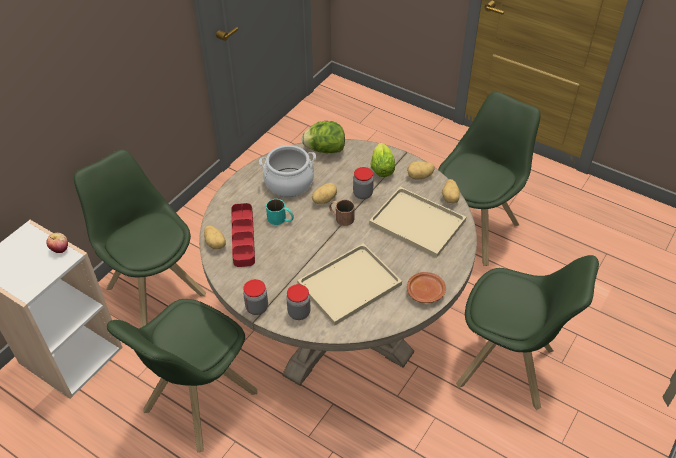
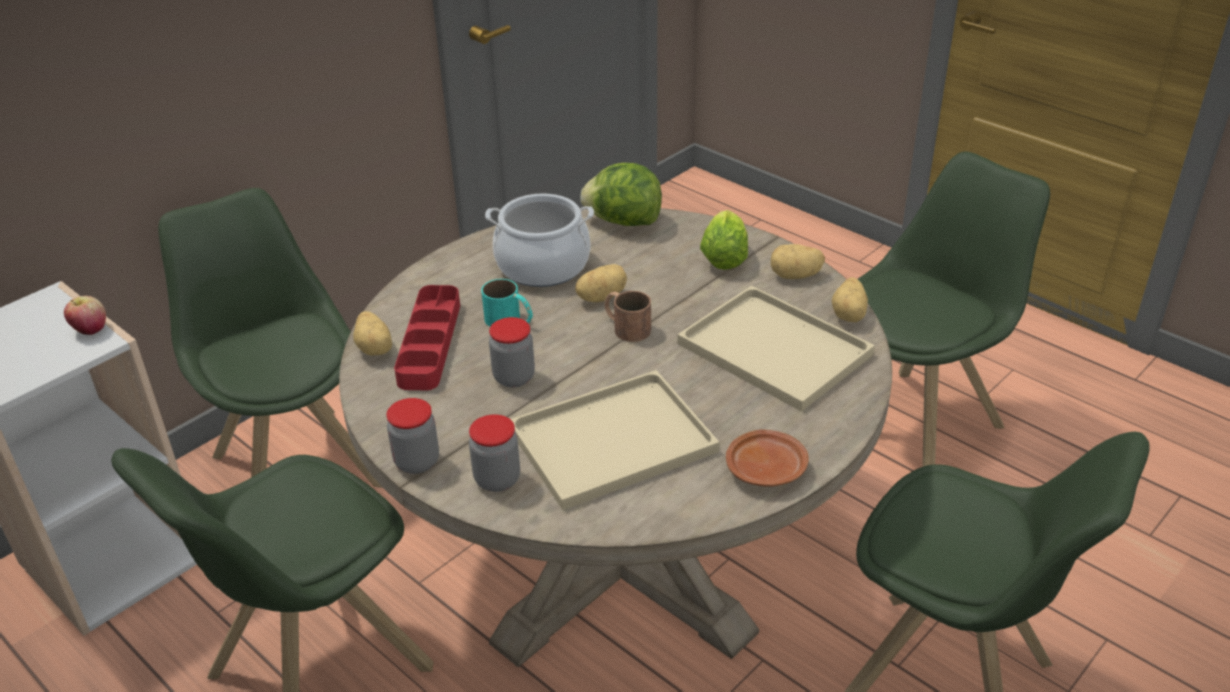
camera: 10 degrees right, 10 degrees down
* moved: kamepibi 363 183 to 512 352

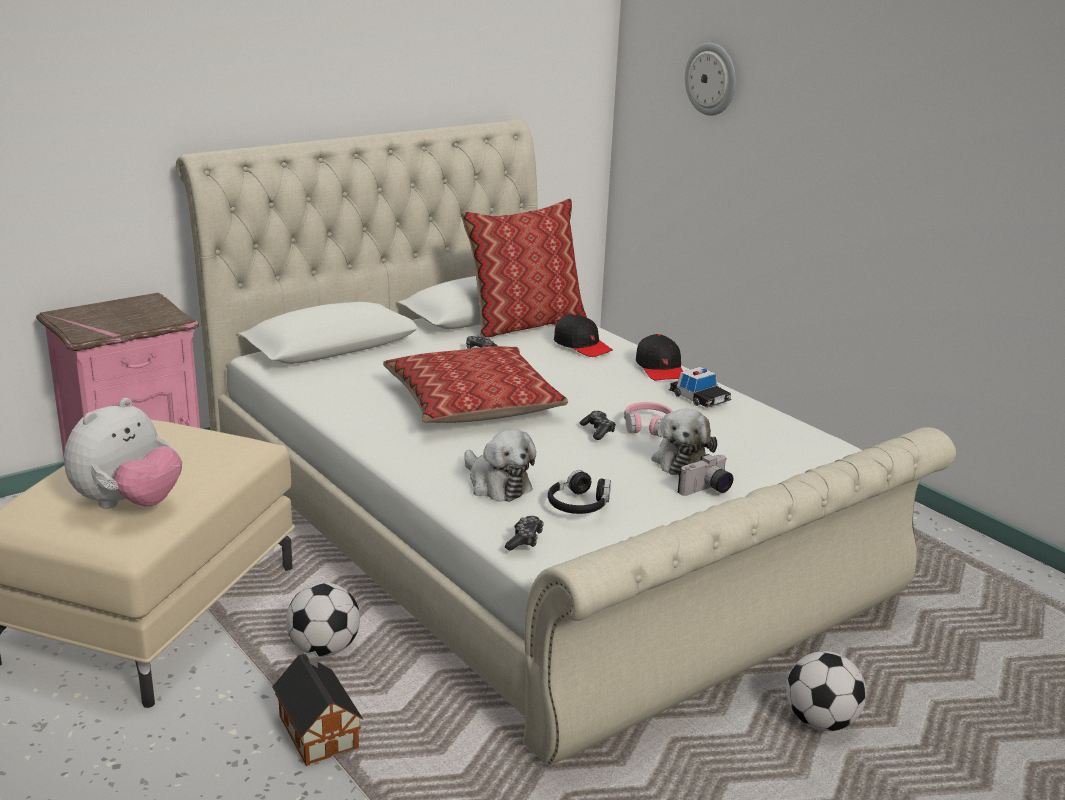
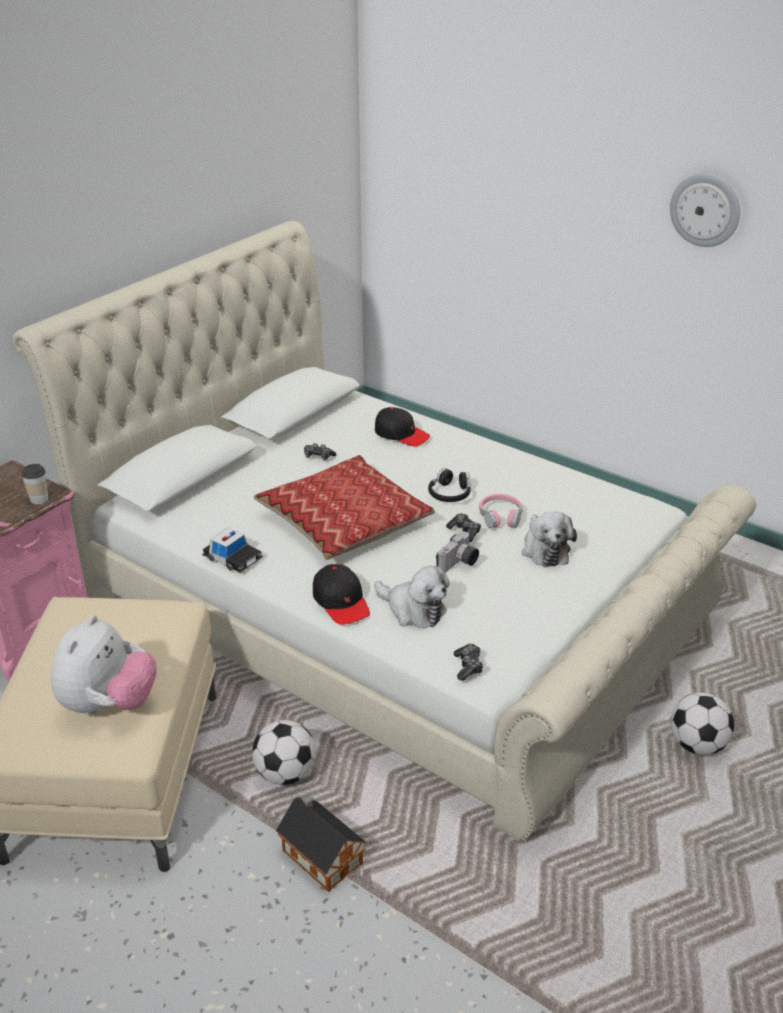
camera: 15 degrees left, 10 degrees up
* added: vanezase 35 484
* moved: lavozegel 700 387 to 232 550
* moved: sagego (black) 659 357 to 341 594
* moved: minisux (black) 579 492 to 449 485
* moved: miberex 705 475 to 457 552
* moved: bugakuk 710 79 to 705 210
* removed: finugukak 524 268

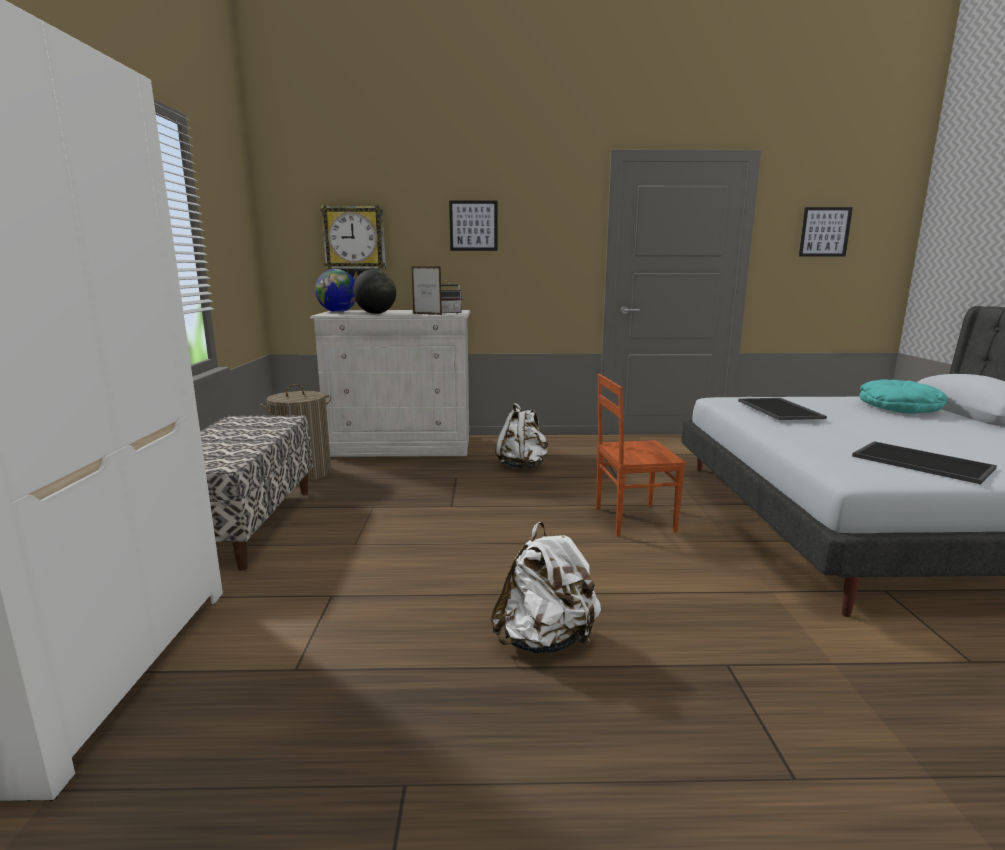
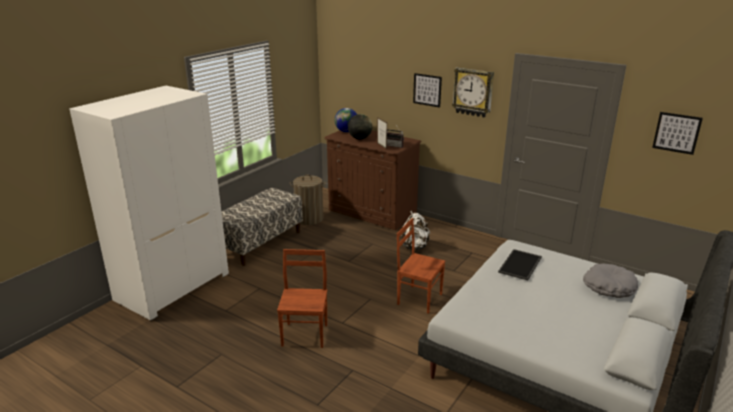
camera: 35 degrees right, 10 degrees up
* replaced: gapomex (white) 546 588 to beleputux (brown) 302 298
* recoloured: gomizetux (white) 390 383 to gomizetux (brown) 372 180
* moved: bugakuk 353 241 to 473 92
* recoloured: finugukak (turquoise) 903 396 to finugukak (grey) 610 281
* removed: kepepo 924 462

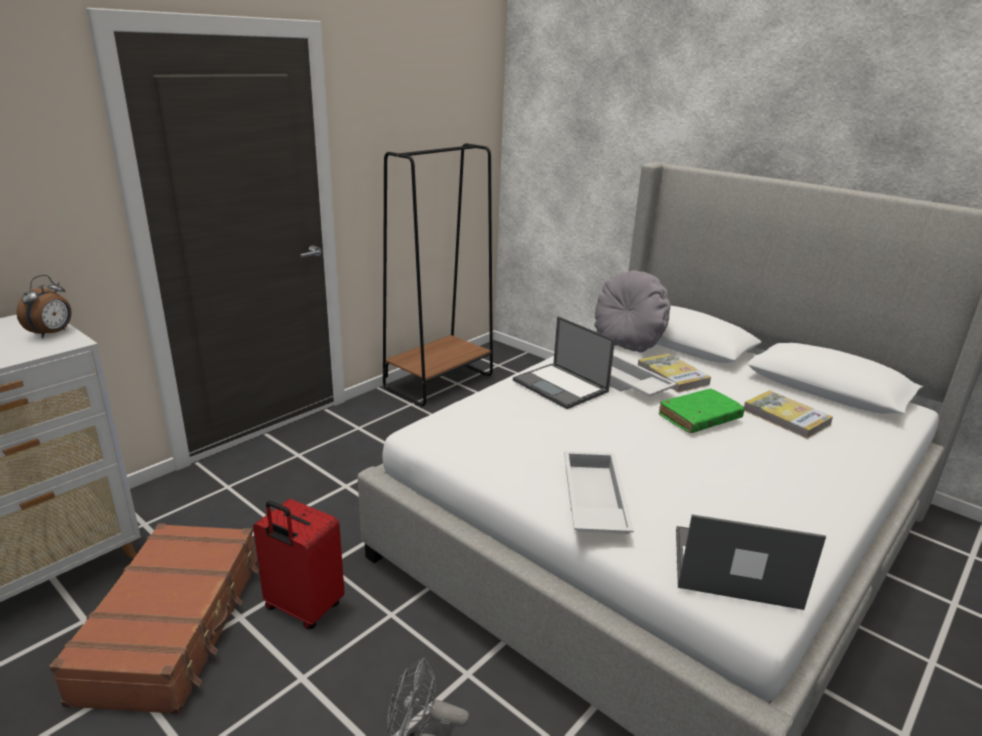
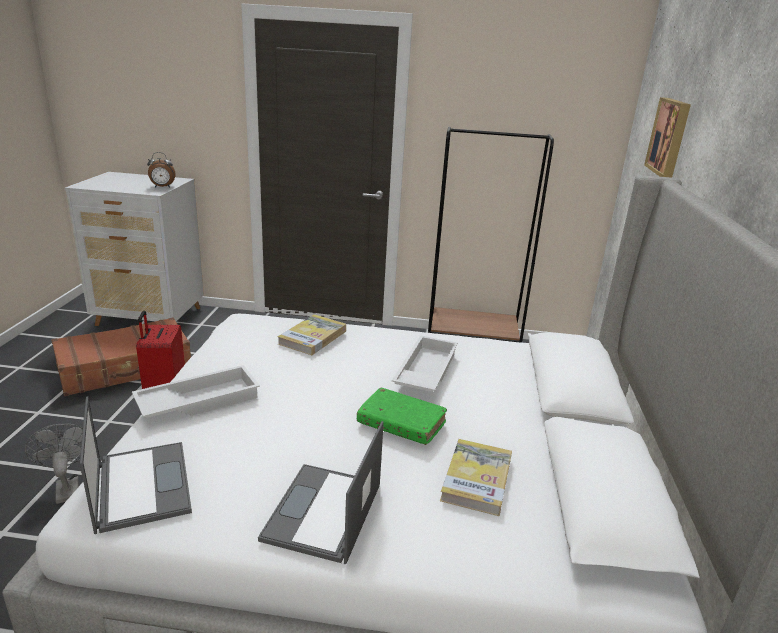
camera: 55 degrees right, 0 degrees up
* moved: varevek 564 362 to 321 492
* moved: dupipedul 674 373 to 311 334
* added: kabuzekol 667 137
* removed: finugukak (grey) 632 311

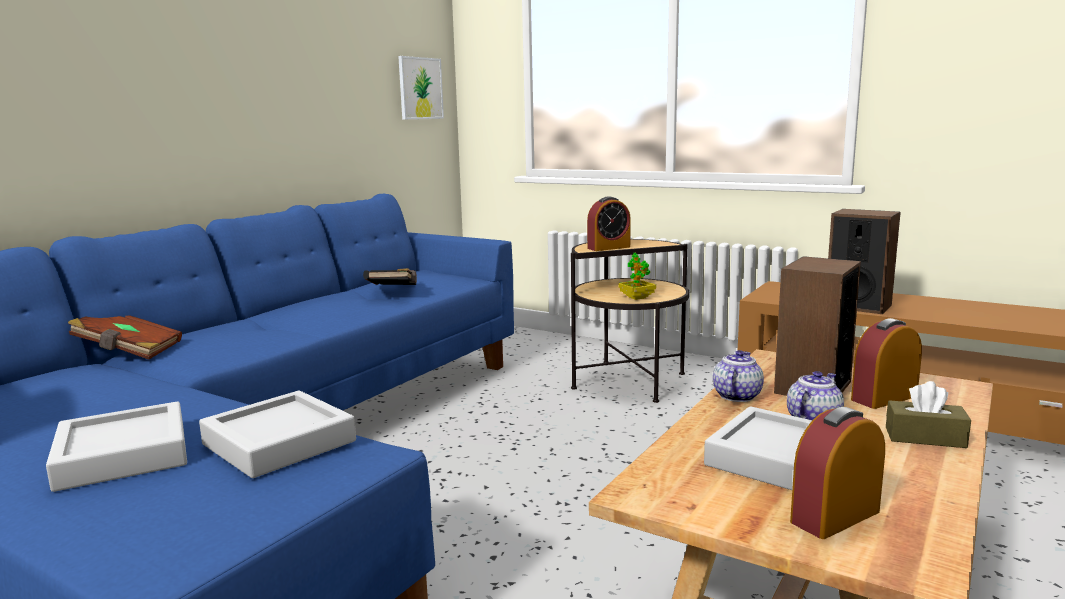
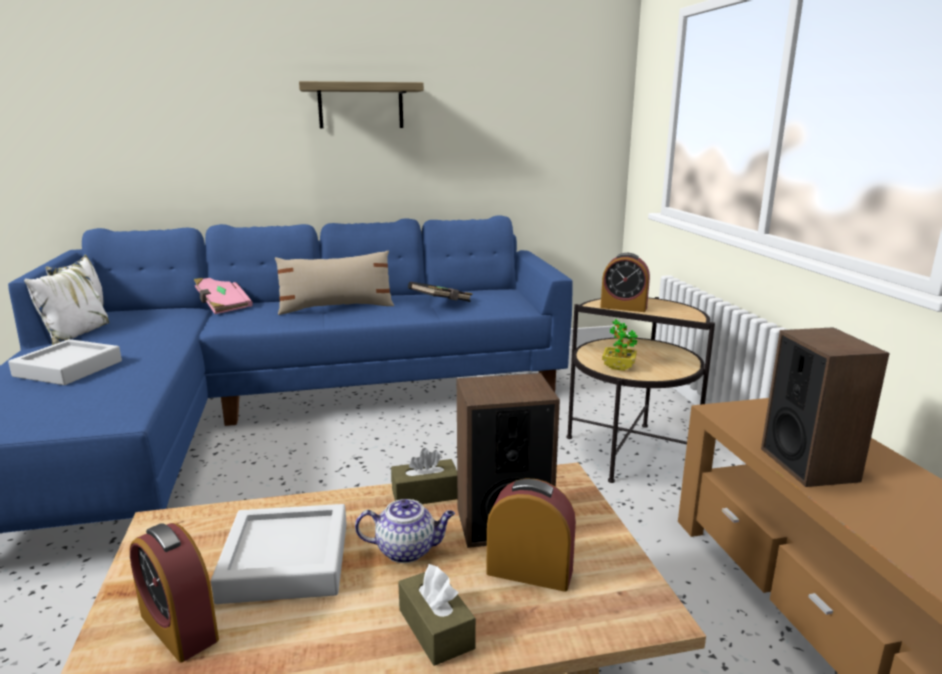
camera: 45 degrees right, 5 degrees up
* turned: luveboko 837 473 = 174 593 150 degrees counterclockwise
* recoloured: dupipedul (brown) 125 338 to dupipedul (pink) 223 296
* added: finugukak (beige) 334 282
* added: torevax 361 104
* replaced: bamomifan 738 376 to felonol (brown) 424 476
* removed: kepepo (grey) 277 434
* removed: kabuzekol 421 88

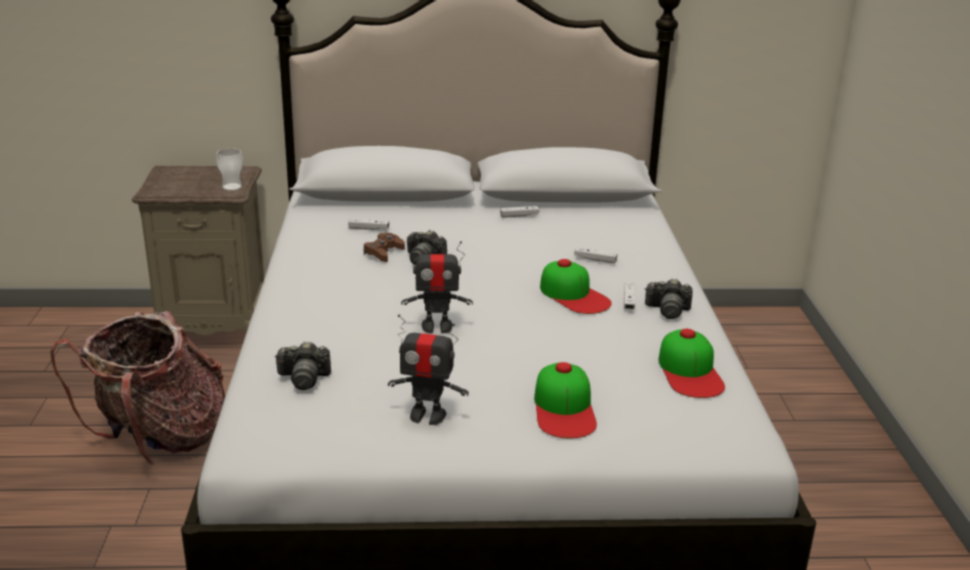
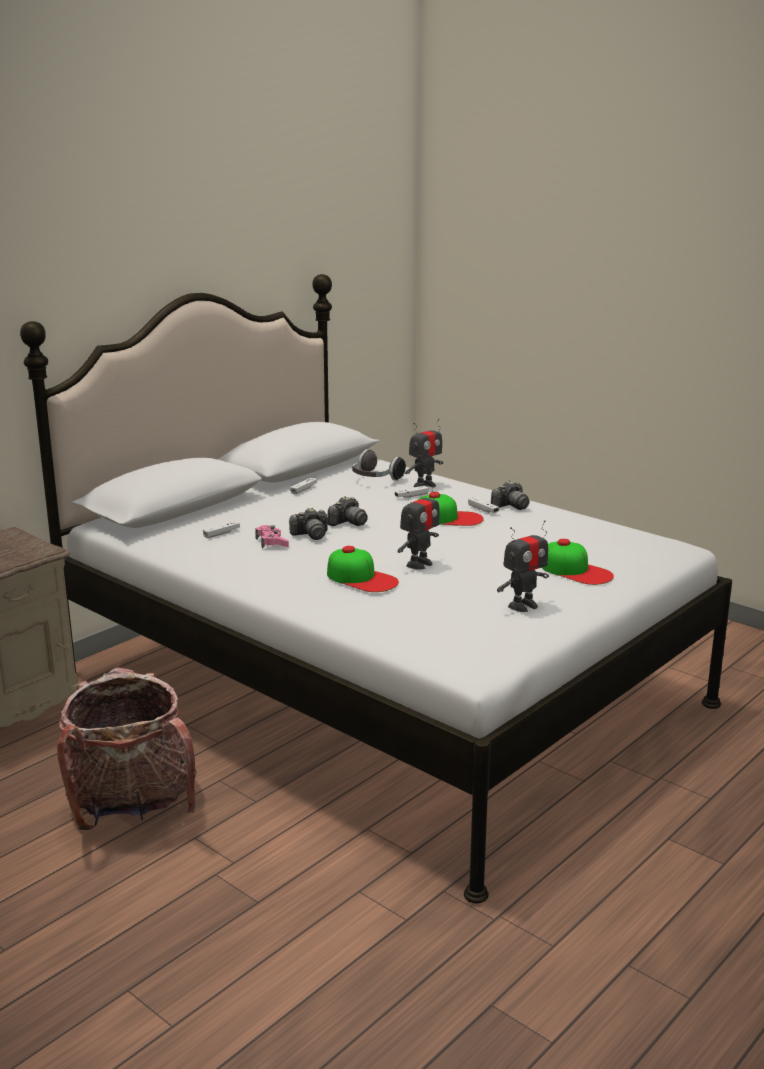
camera: 45 degrees left, 5 degrees down
* recoloured: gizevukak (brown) 384 247 to gizevukak (pink) 272 537
* moved: miberex 302 365 to 347 511
* moved: sagego 692 363 to 363 569
* added: minisux 379 465
* added: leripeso 424 452
* removed: vanezase 229 169

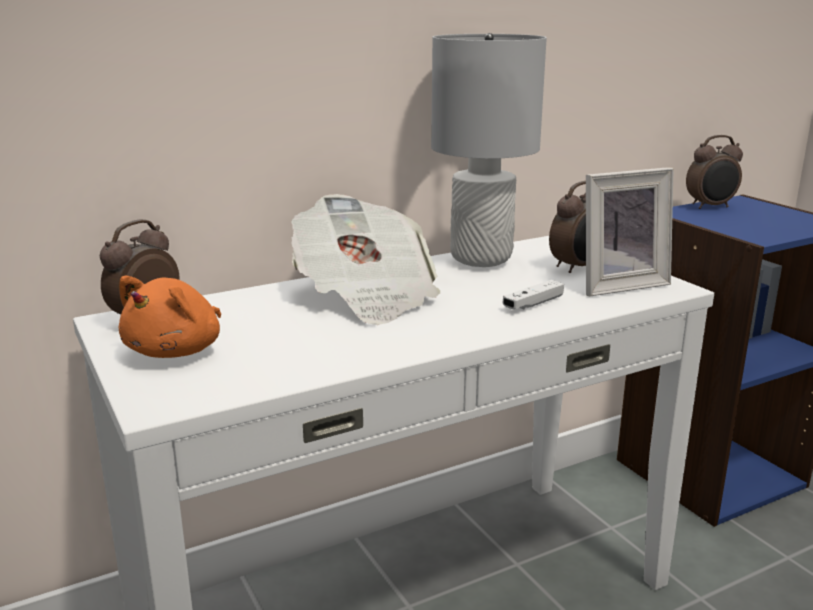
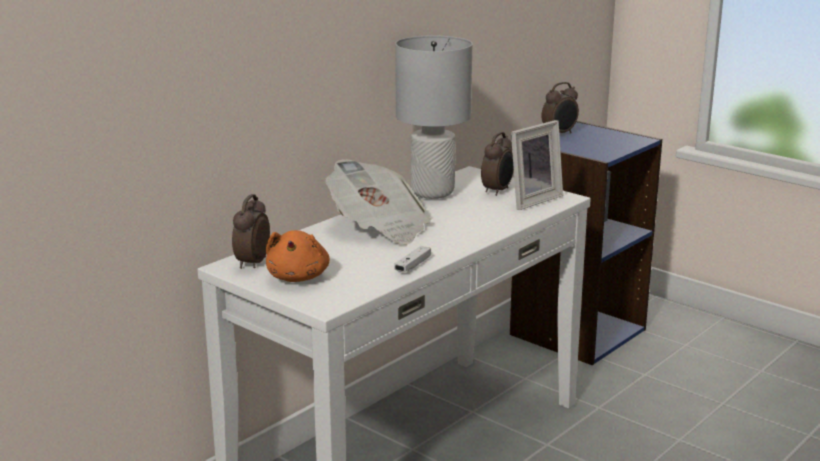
camera: 20 degrees left, 0 degrees up
* moved: gizevukak (white) 533 294 to 412 259

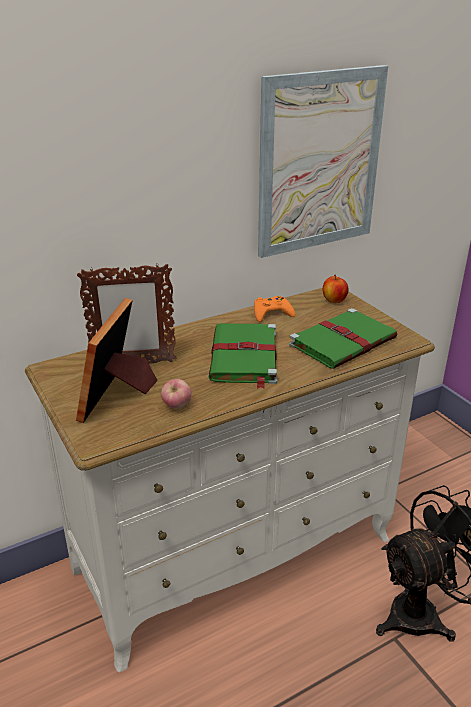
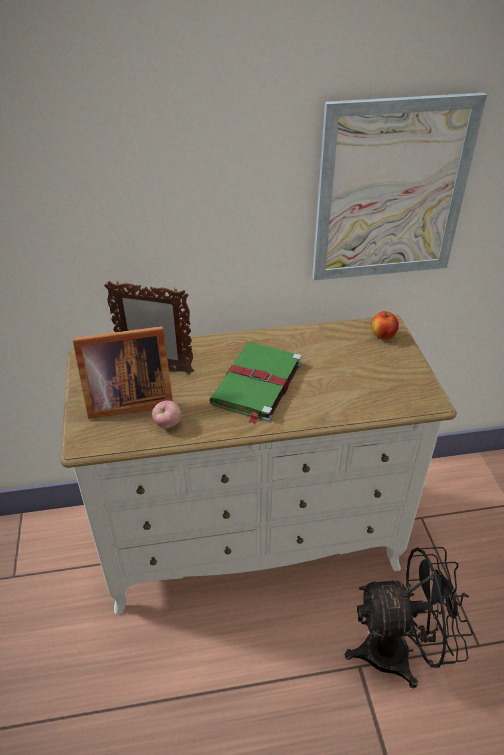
camera: 20 degrees right, 10 degrees up
* turned: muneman 117 360 = 123 372 135 degrees counterclockwise
* removed: gizevukak (orange) 274 309
* removed: dupipedul (green) 343 338

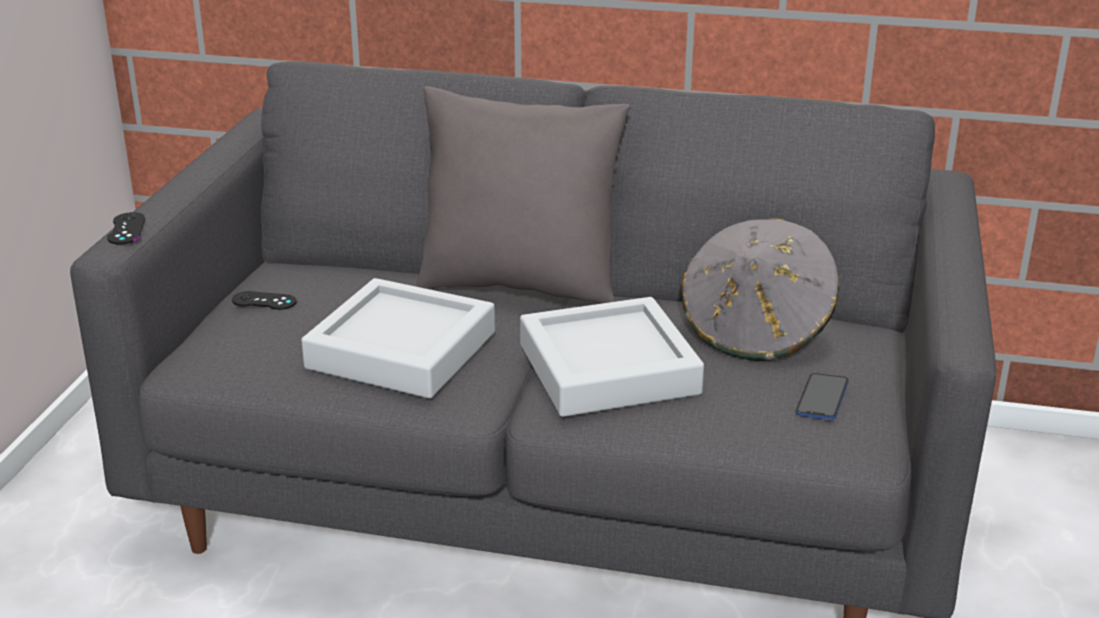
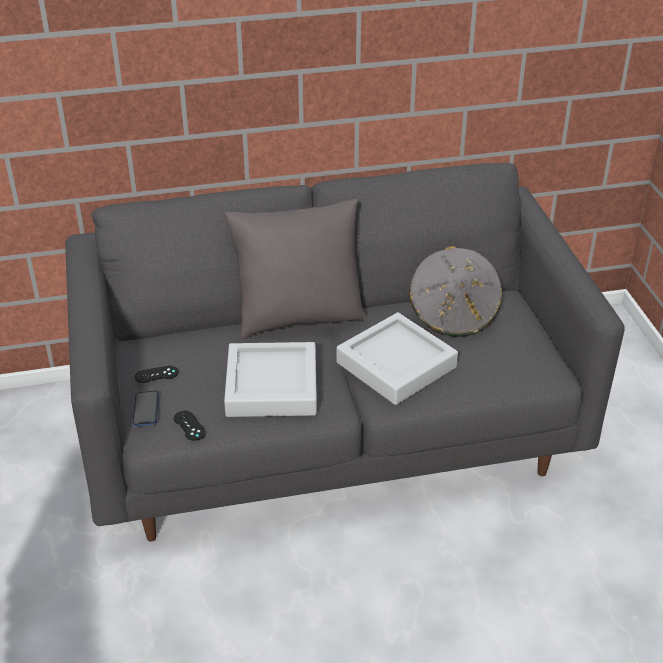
camera: 25 degrees left, 10 degrees up
* moved: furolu 822 396 to 145 408
* moved: gizevukak (black) 126 228 to 190 426

